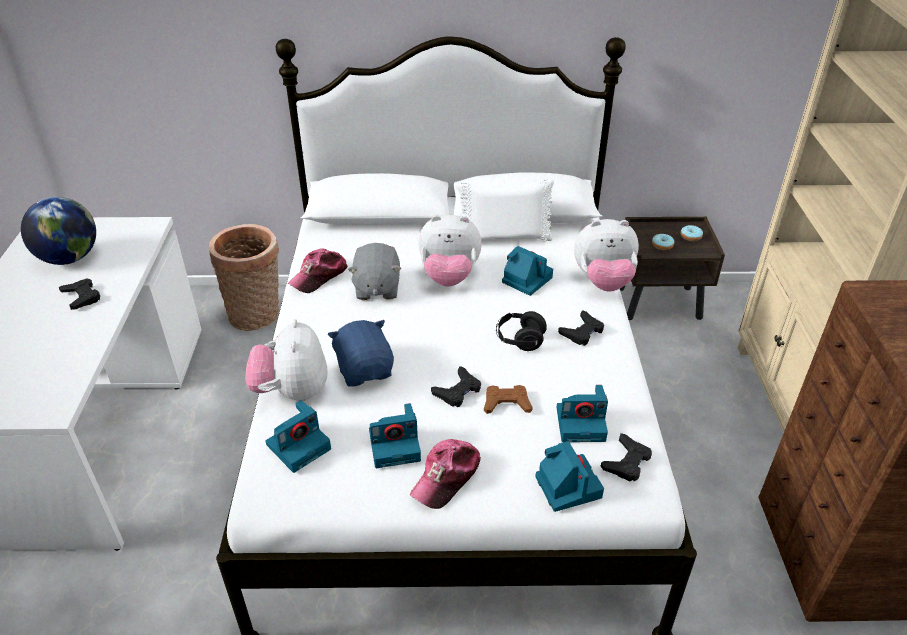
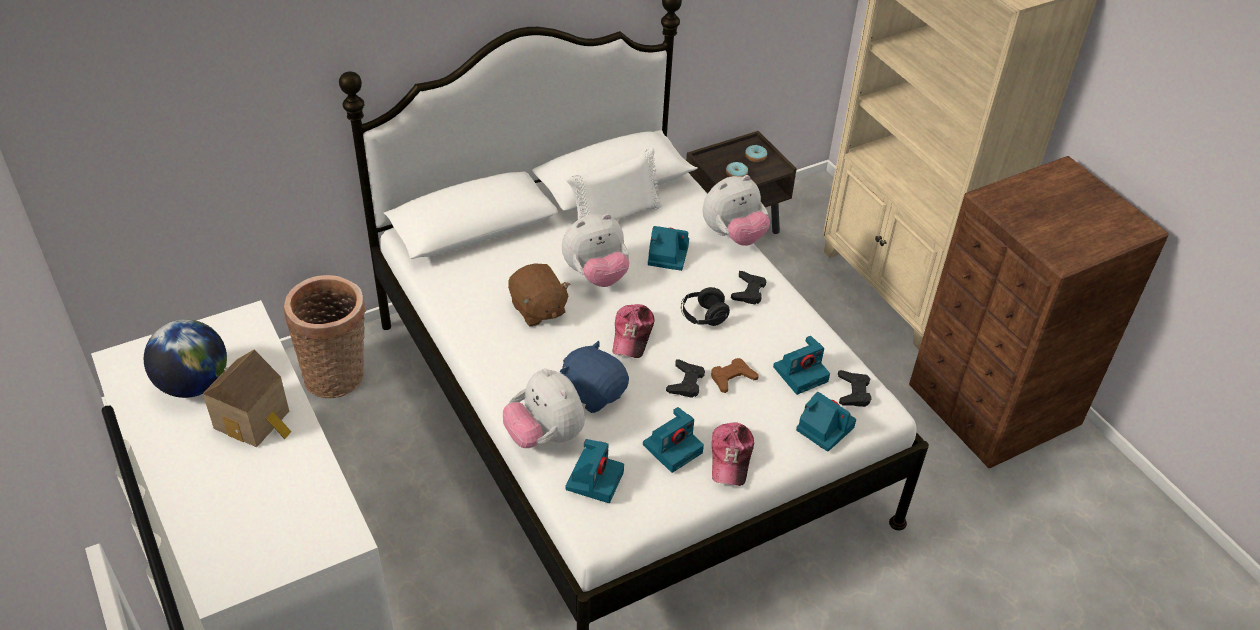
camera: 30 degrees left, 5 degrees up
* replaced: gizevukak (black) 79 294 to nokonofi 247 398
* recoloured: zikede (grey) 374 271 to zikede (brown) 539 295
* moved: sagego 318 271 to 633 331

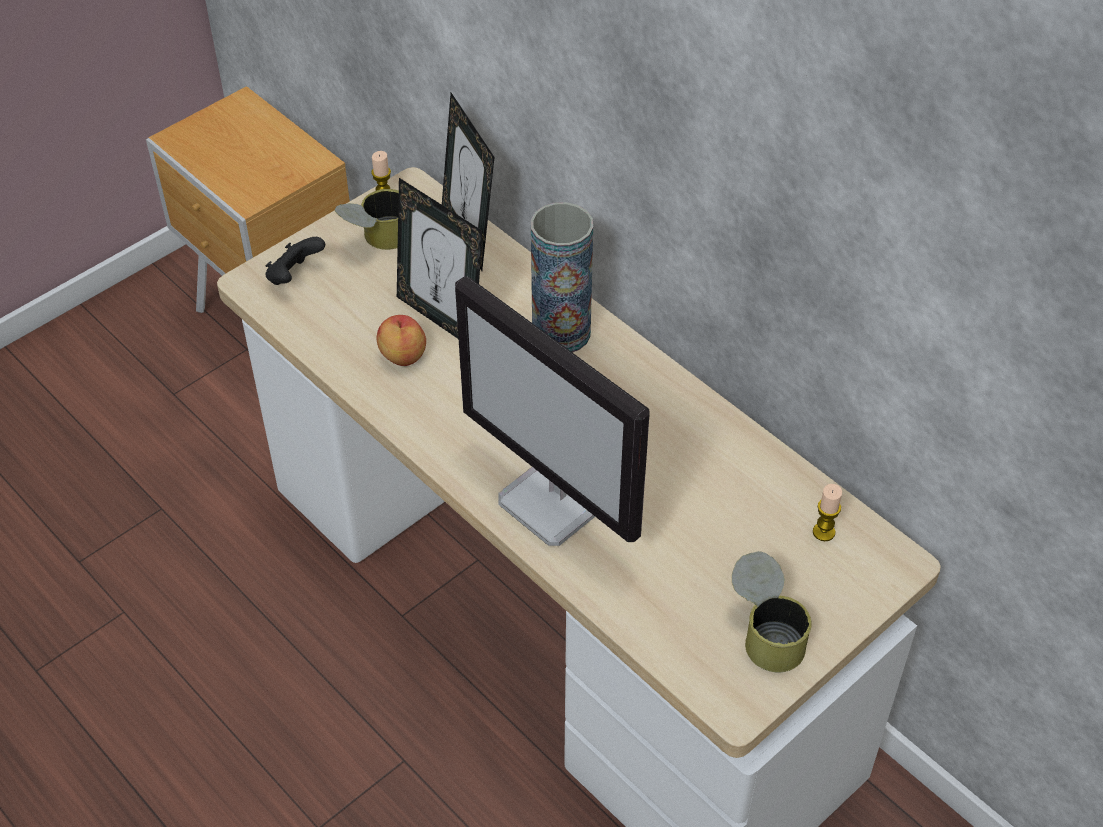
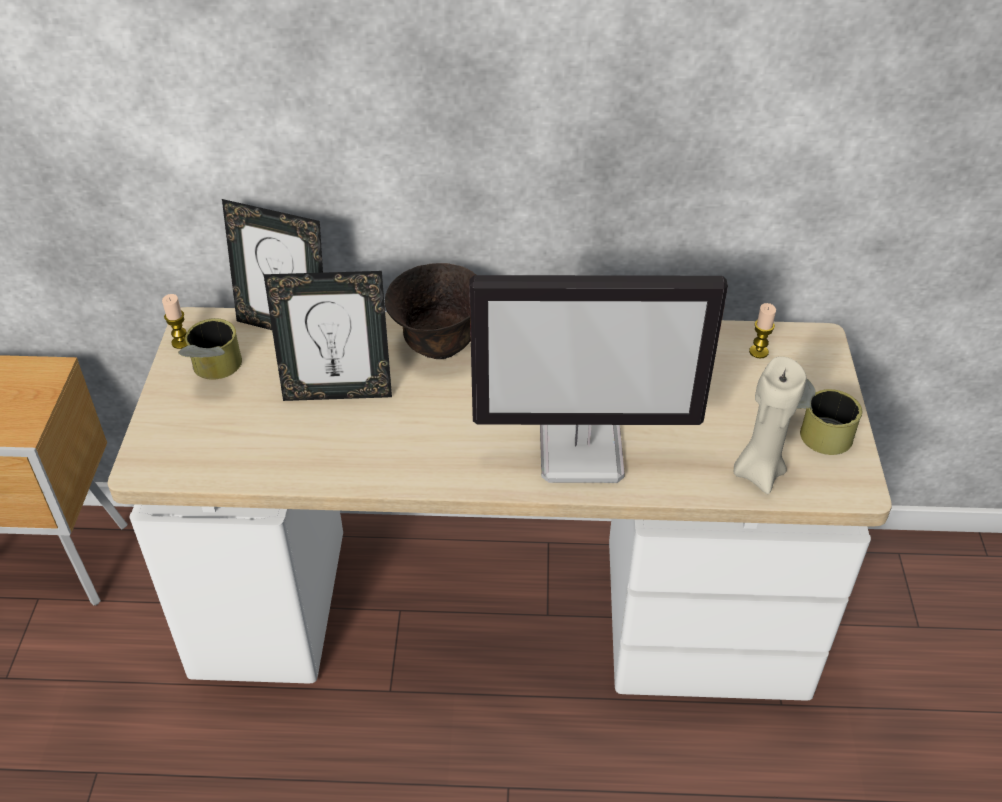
camera: 45 degrees left, 5 degrees down
* replaced: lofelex 562 277 to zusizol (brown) 430 311
* added: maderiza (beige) 770 425
* removed: gizevukak (black) 295 261
* removed: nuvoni 401 340

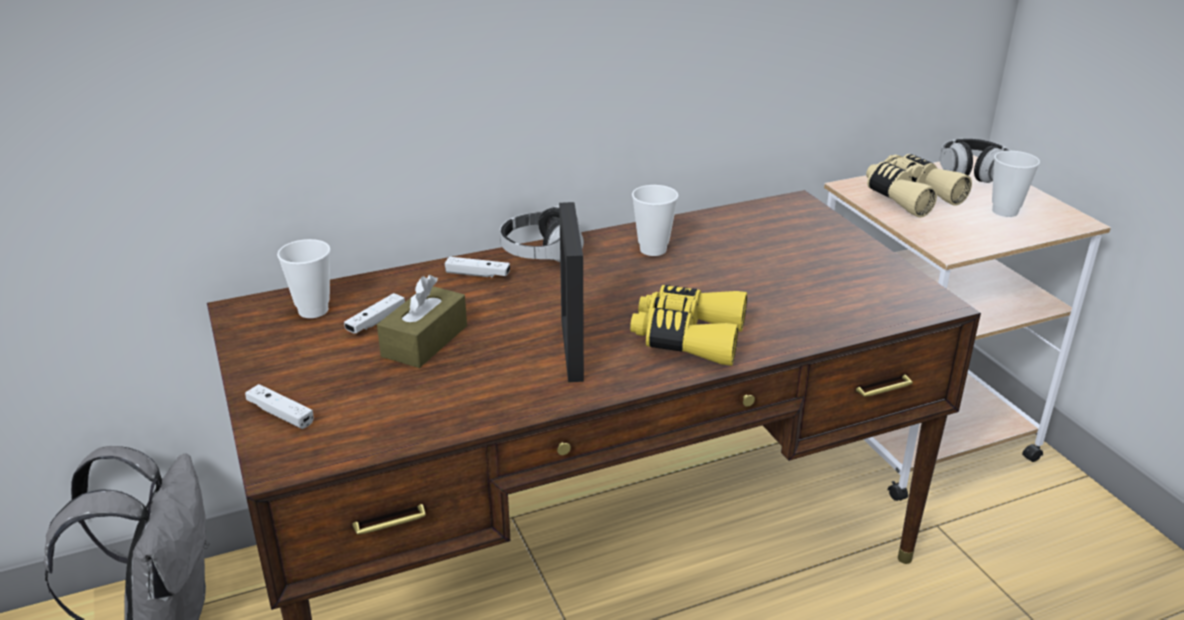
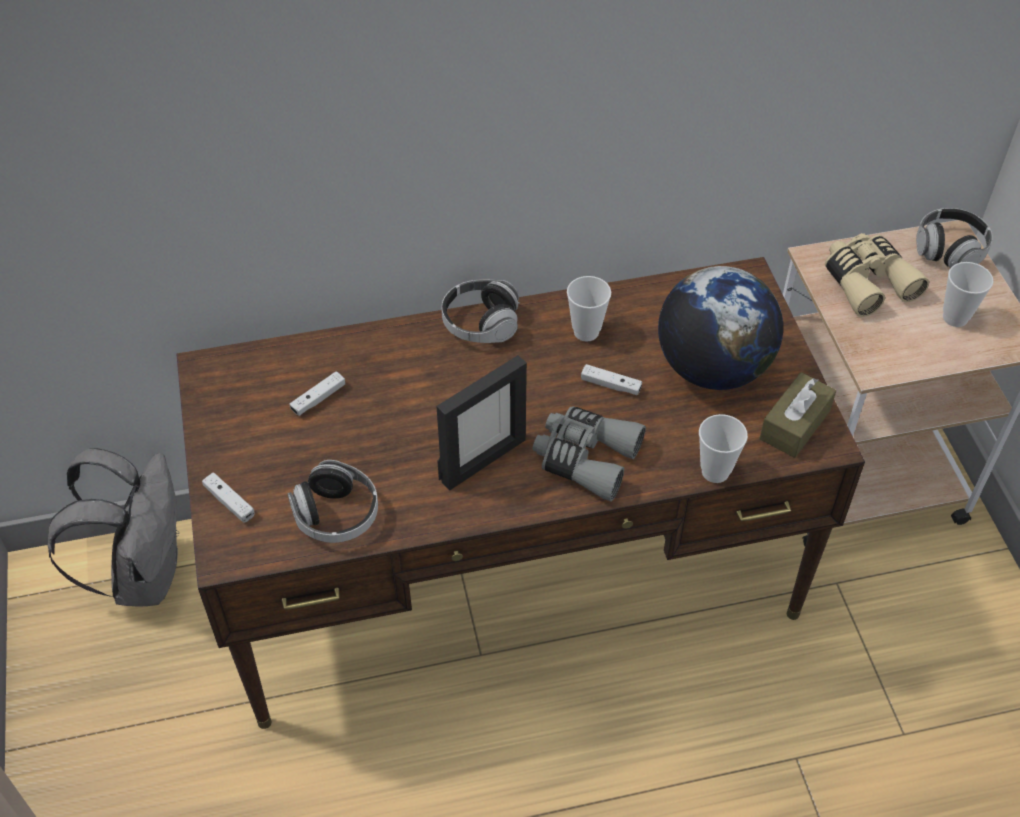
camera: 10 degrees right, 20 degrees up
* added: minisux 333 501
* turned: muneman 571 292 = 481 422 135 degrees counterclockwise
* recoloured: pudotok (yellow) 688 325 to pudotok (grey) 589 454
* moved: gizevukak (white) 477 267 to 611 379
* added: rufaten 720 328
* moved: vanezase 304 278 to 723 448
* moved: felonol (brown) 422 321 to 797 415

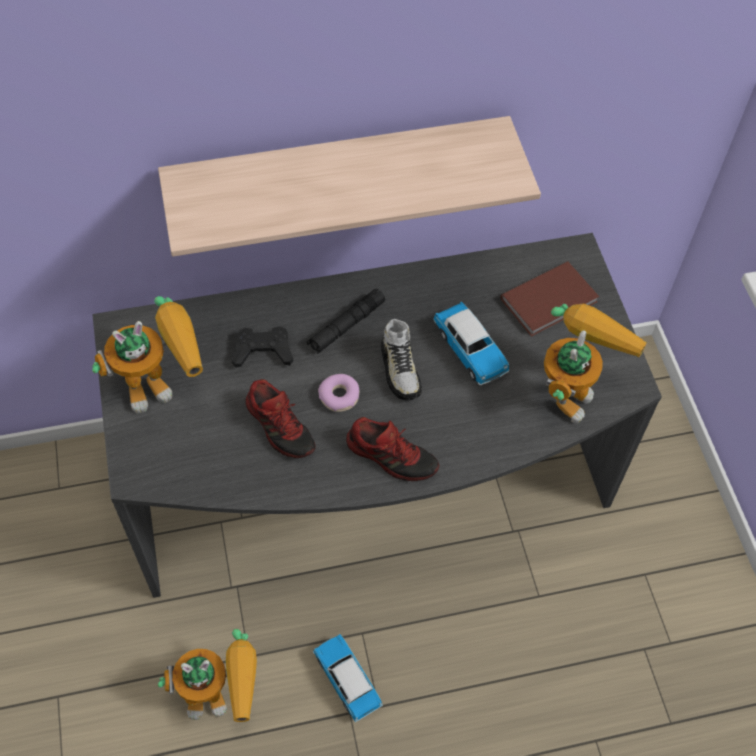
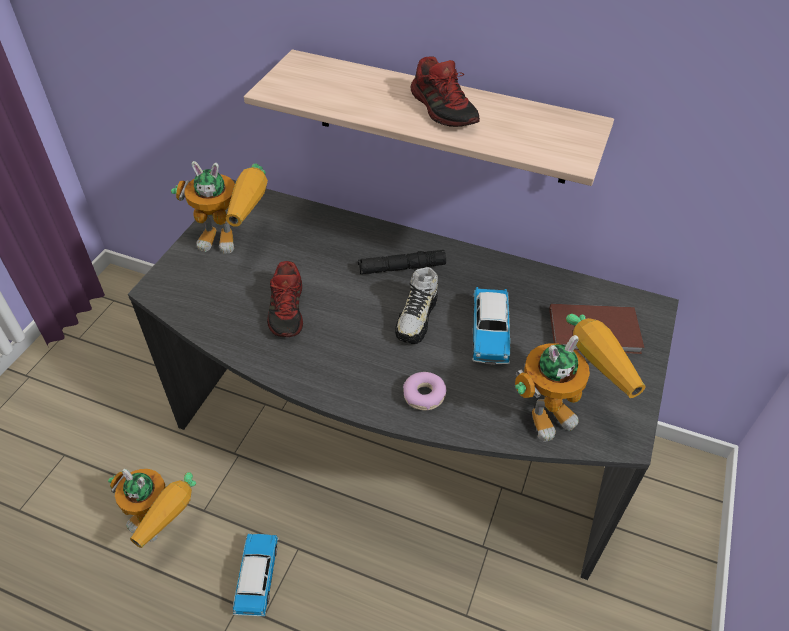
camera: 35 degrees right, 10 degrees down
* moved: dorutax 339 393 to 425 391
* moved: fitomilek 392 449 to 445 91
* removed: gizevukak (black) 262 347

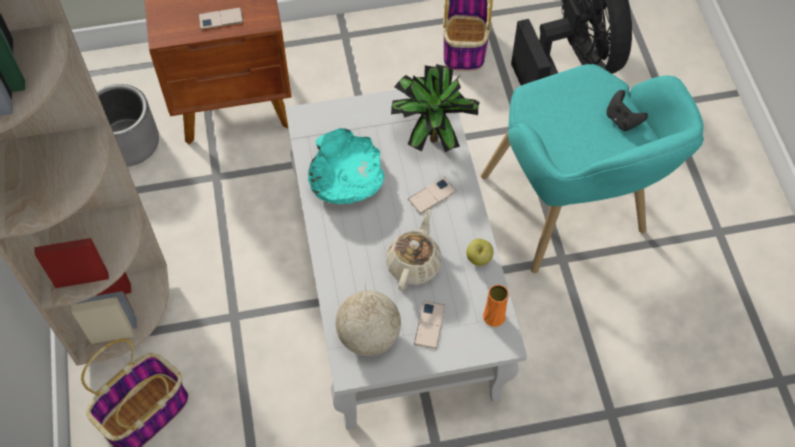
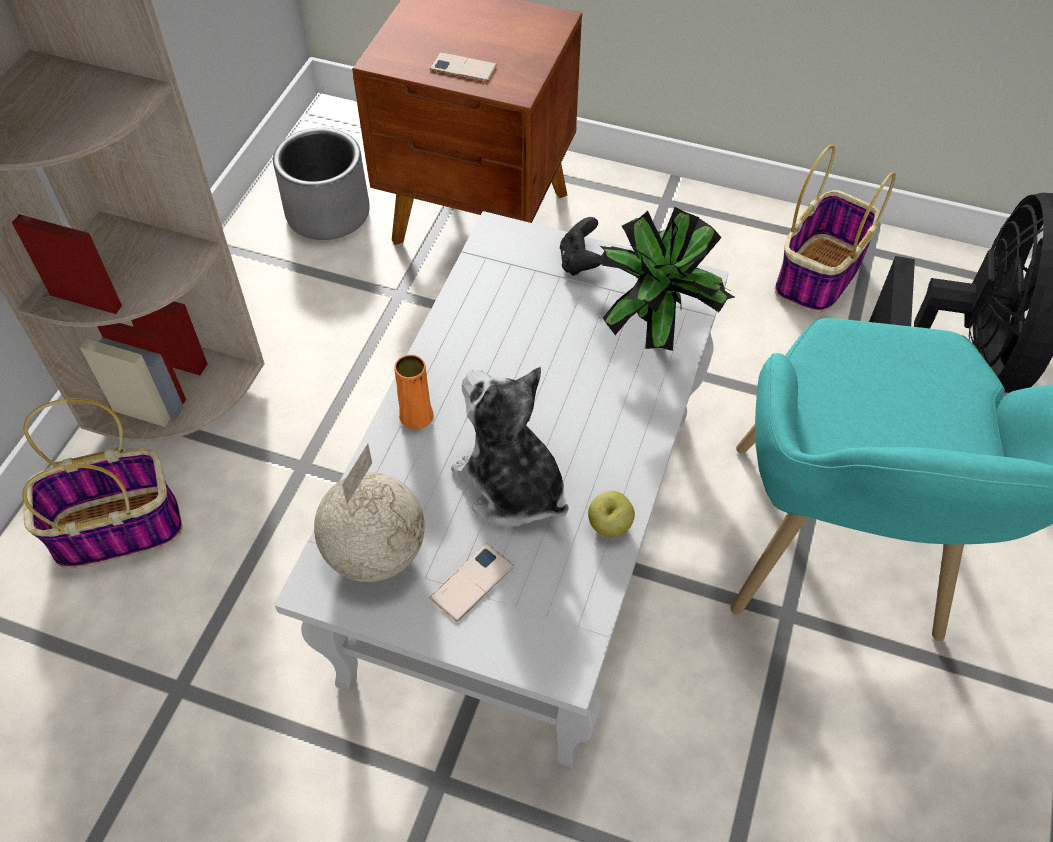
camera: 30 degrees right, 5 degrees down
* moved: lofelex (orange) 496 306 to 414 391
* replaced: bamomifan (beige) 414 249 to zikede 509 447
* moved: gizevukak (black) 627 110 to 580 246
* removed: zusizol (turquoise) 346 166
* removed: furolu 432 195

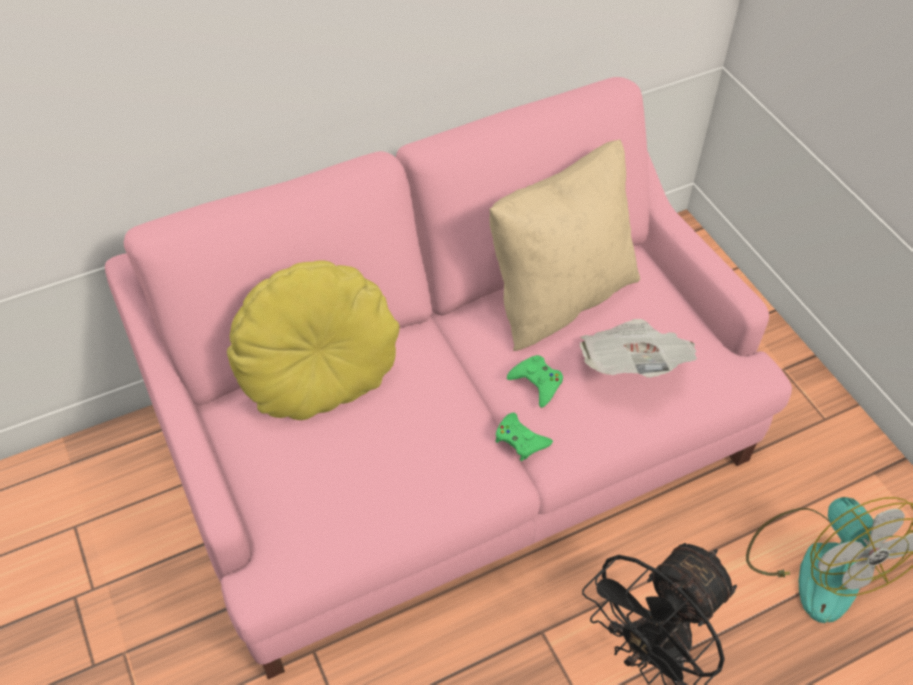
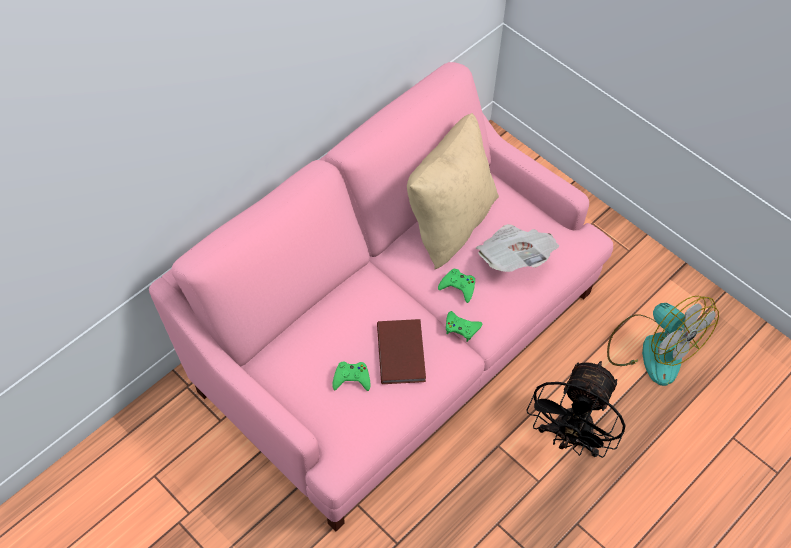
camera: 20 degrees left, 5 degrees up
* added: gizevukak (green) 351 376
* added: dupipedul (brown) 401 351
* removed: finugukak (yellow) 313 340

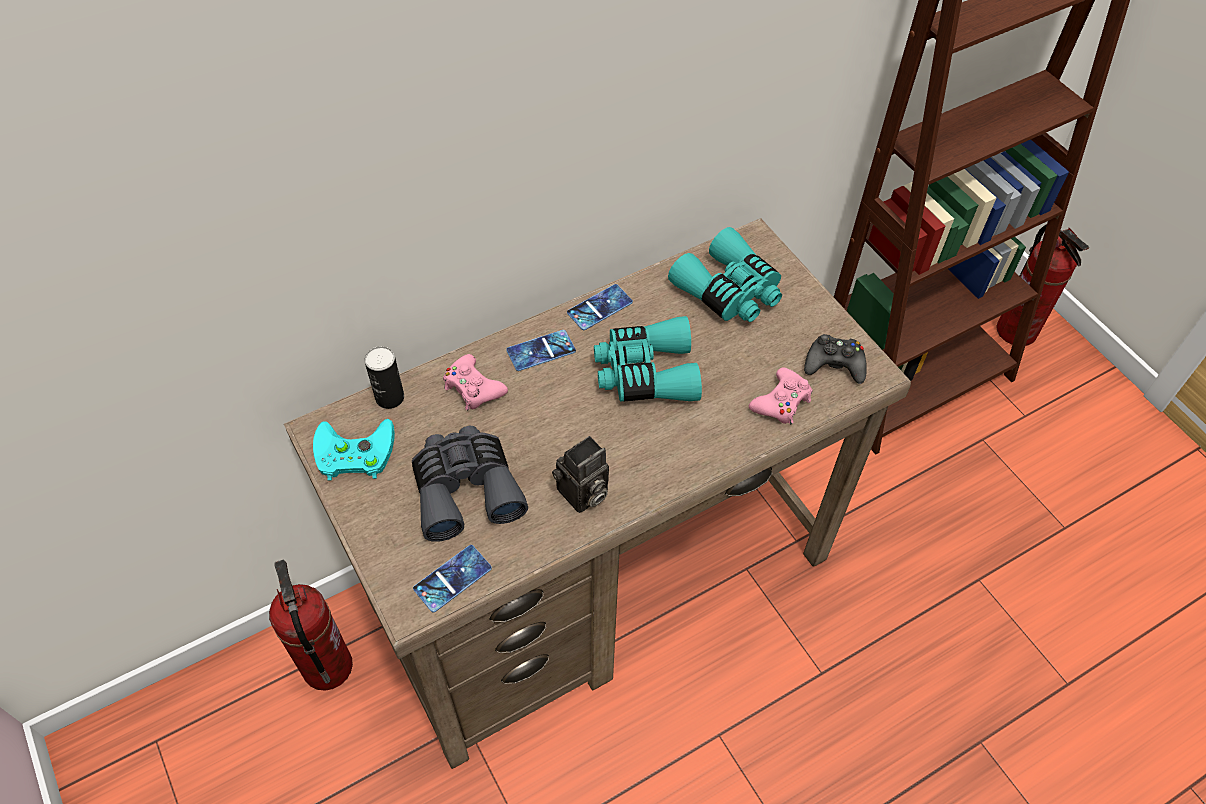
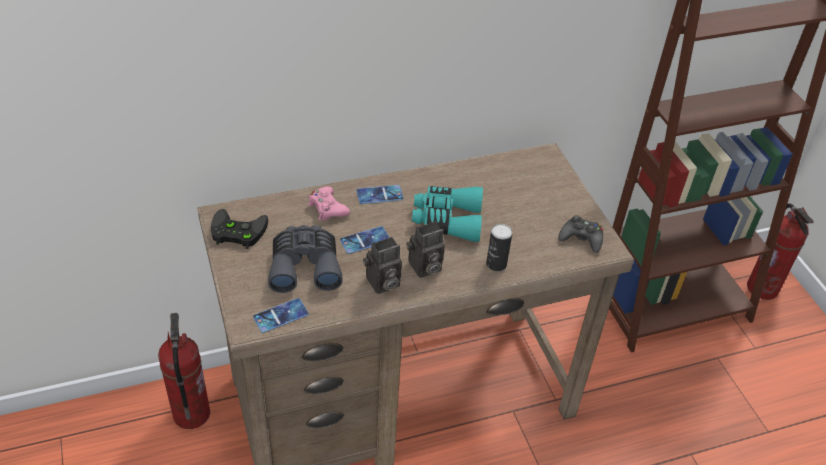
camera: 10 degrees right, 10 degrees down
* recoloured: gizevukak (turquoise) 354 450 to gizevukak (black) 239 229
* moved: furolu 600 307 to 365 240
* added: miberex 425 250
* moved: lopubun 384 377 to 499 247
* removed: pudotok (turquoise) 725 274
* removed: gizevukak (pink) 780 395

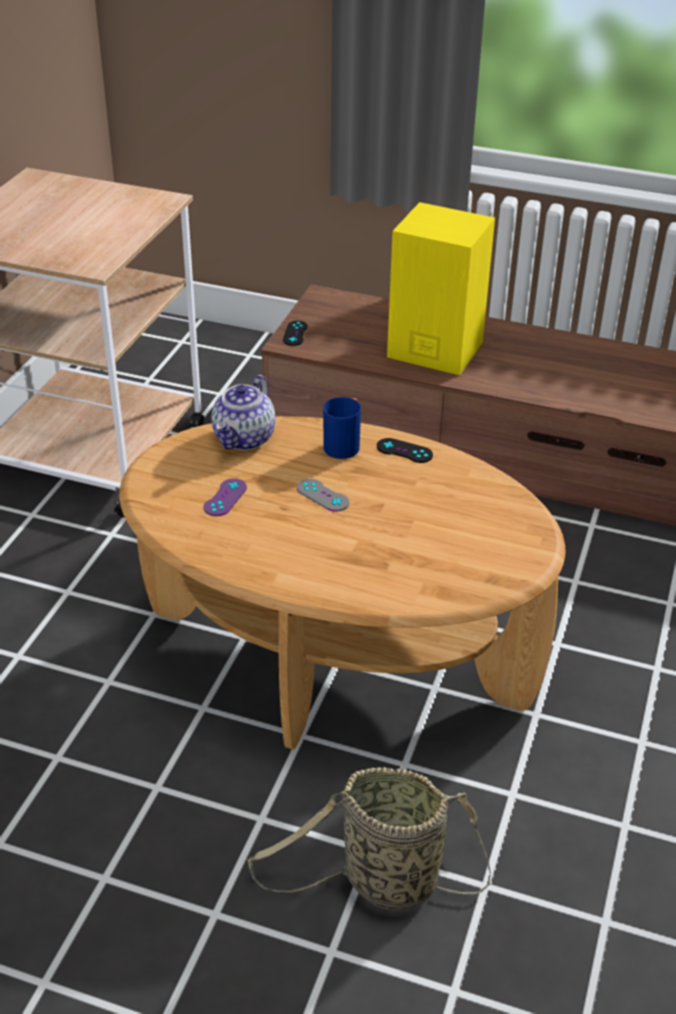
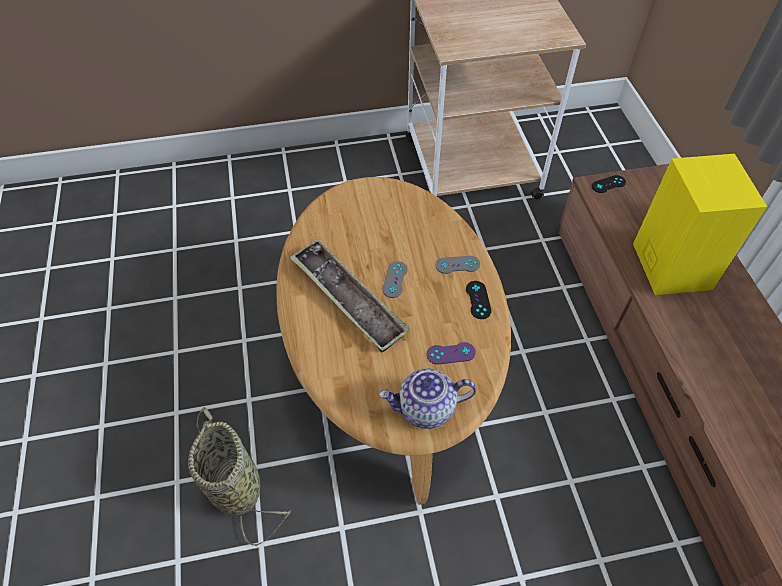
camera: 60 degrees right, 15 degrees up
* added: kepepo 350 296
* moved: bamomifan 243 412 to 427 398
* moved: gizevukak (purple) 225 497 to 451 353
* replaced: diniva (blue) 342 428 to gizevukak (grey) 458 265

